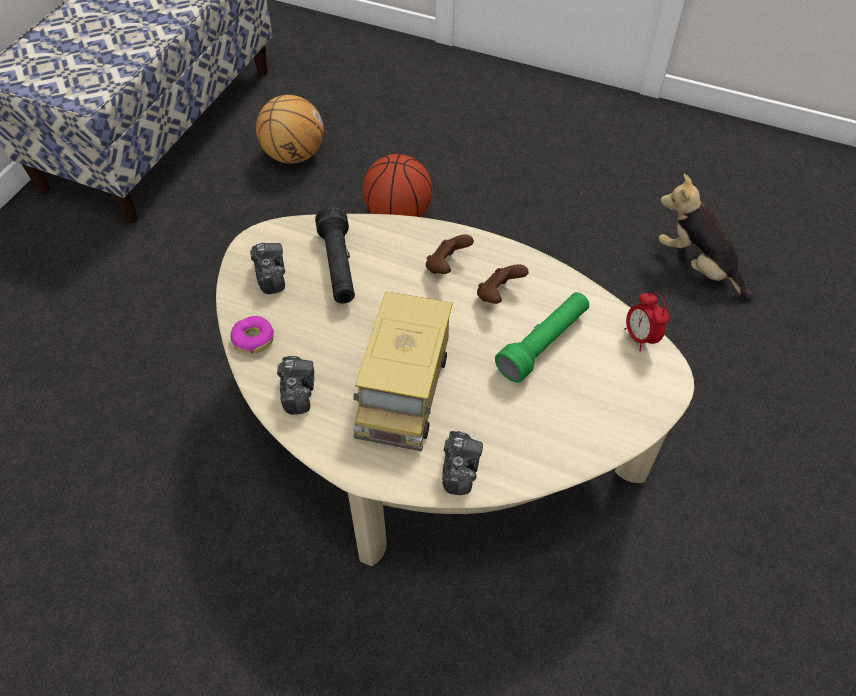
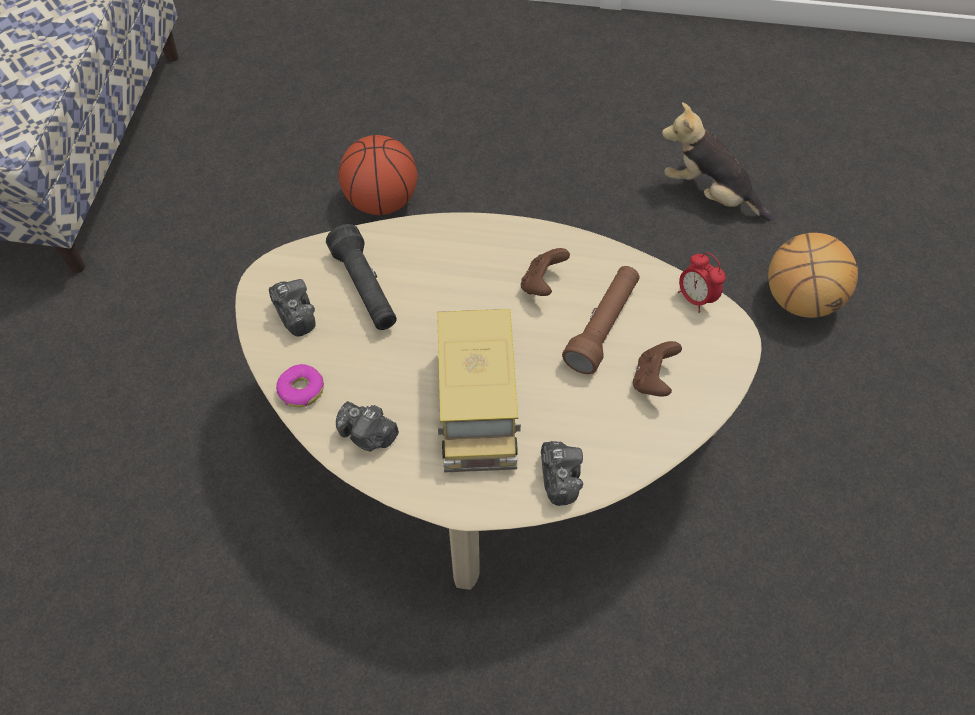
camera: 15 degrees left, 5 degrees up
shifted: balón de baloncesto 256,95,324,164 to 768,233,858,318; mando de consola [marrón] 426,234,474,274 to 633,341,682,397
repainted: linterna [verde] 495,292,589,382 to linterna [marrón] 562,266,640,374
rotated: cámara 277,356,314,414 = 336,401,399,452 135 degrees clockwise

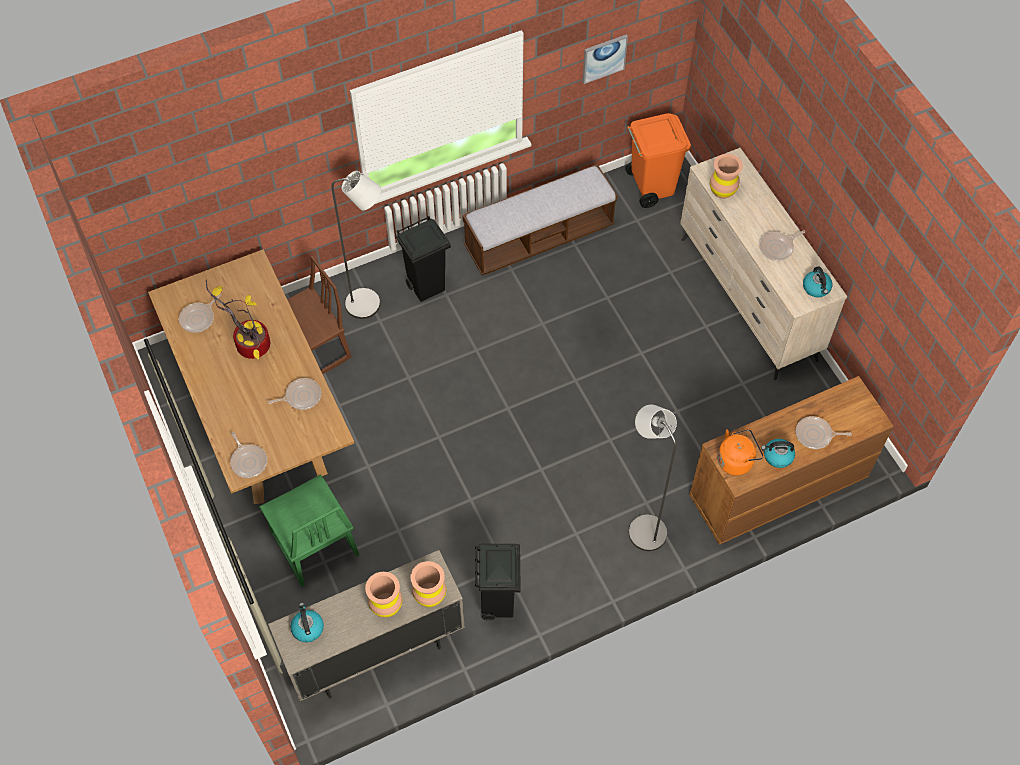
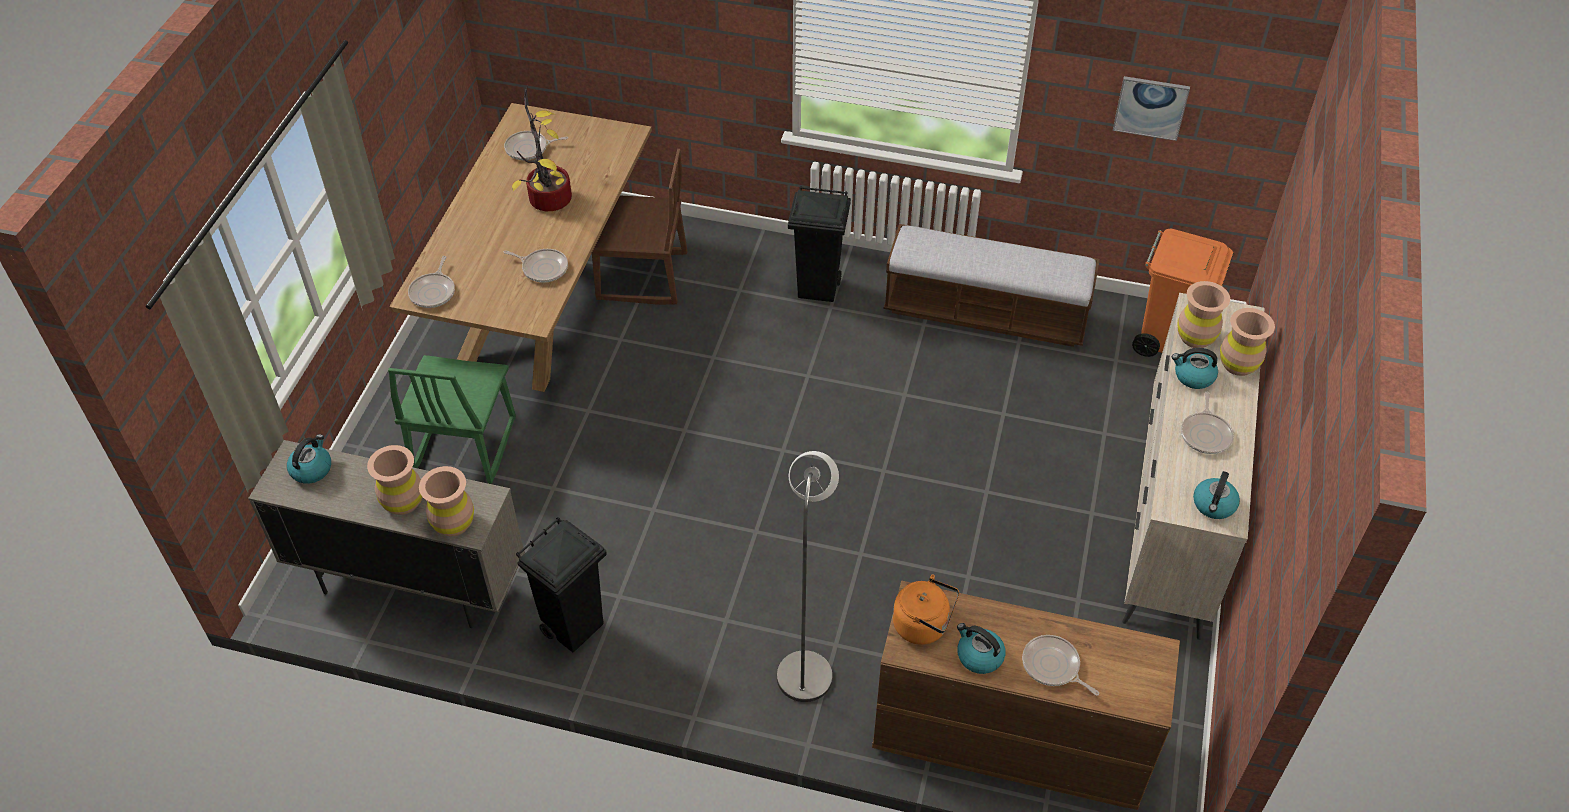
camera: 40 degrees right, 10 degrees down
gone: lámpara de pie [gris] 331,171,381,319
new: hervidor 1172,348,1218,389; florero [marrón] 1220,308,1275,376
rotated: sartén 759,230,805,261 = 1181,392,1234,454 90 degrees counterclockwise

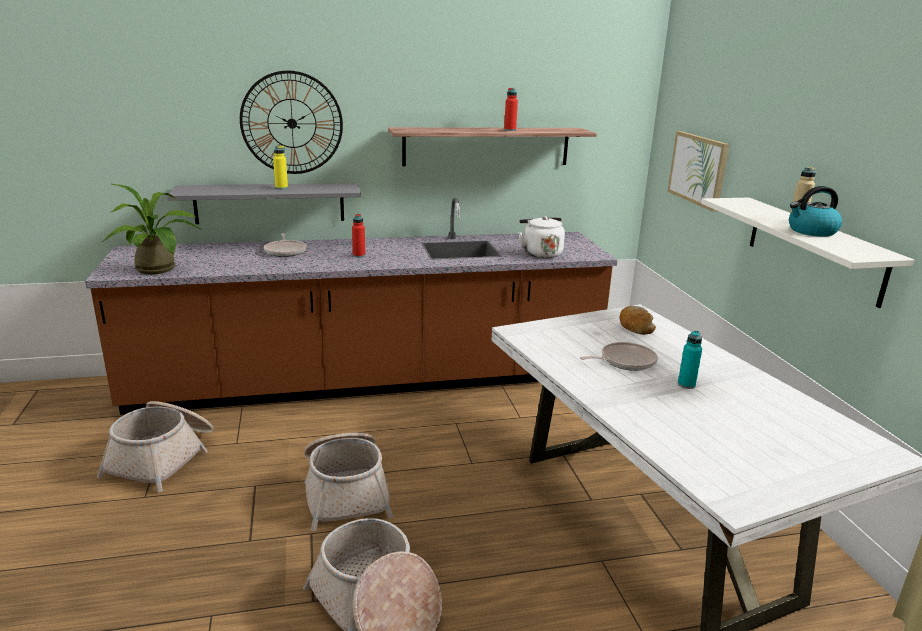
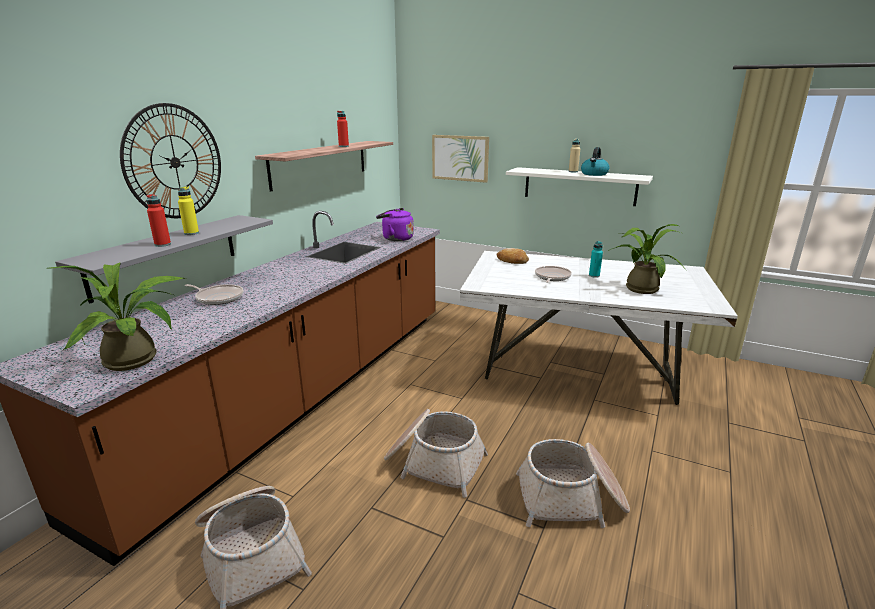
camera: 50 degrees left, 0 degrees up
new: planta en maceta 608,224,687,294
shifted: botella [rojo] 352,214,365,258 to 146,194,171,247
repainted: hervidor [blanco] 518,216,565,258 to hervidor [morado] 376,208,414,241

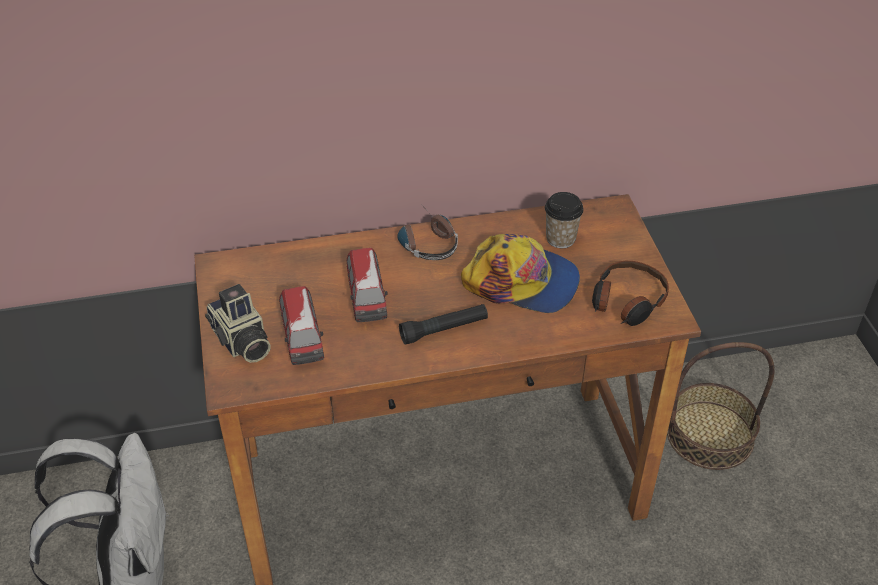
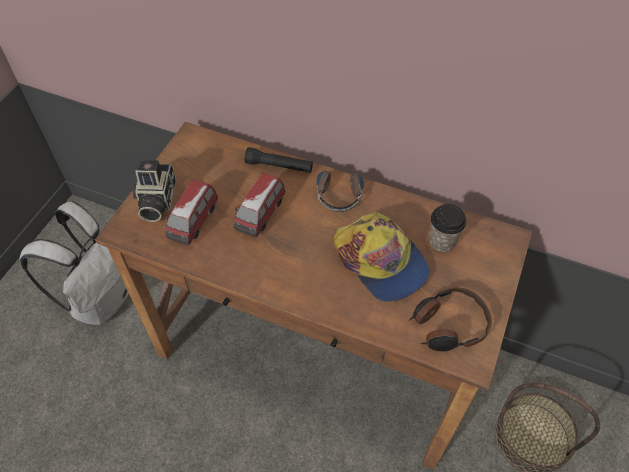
camera: 35 degrees right, 10 degrees up
shifted: linterna [negro] 399,304,488,345 to 245,147,313,173

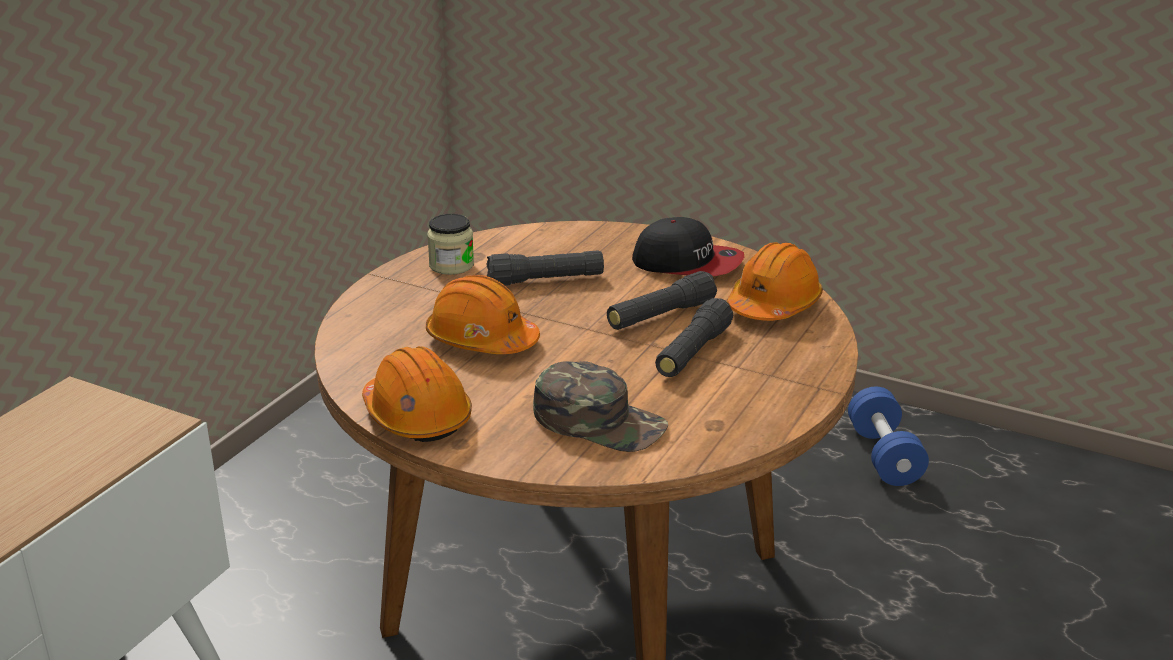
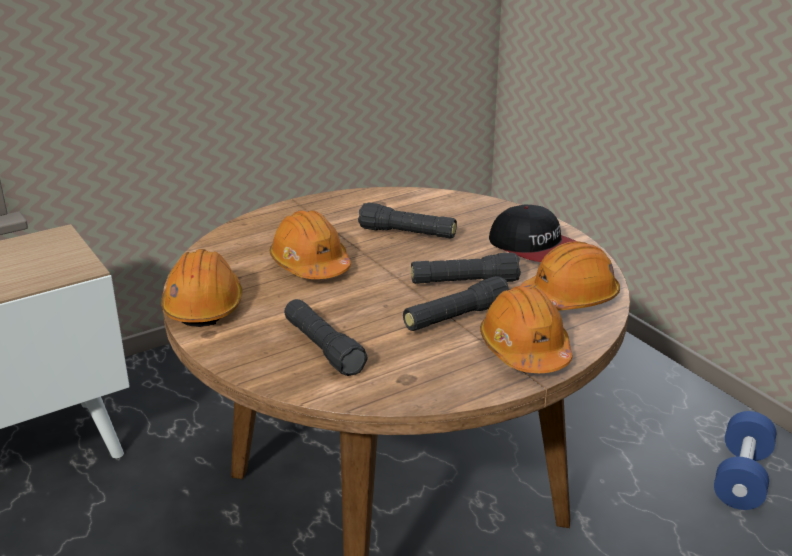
camera: 30 degrees right, 0 degrees up
gone: tarro 427,214,474,275
new: casco [naranja] 480,286,573,373
swapped: gorra [verde] 533,361,668,452 to linterna [negro] 284,299,368,376

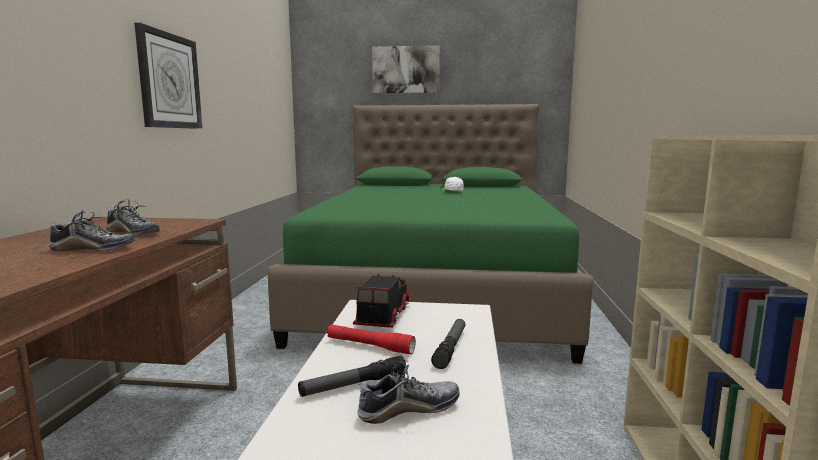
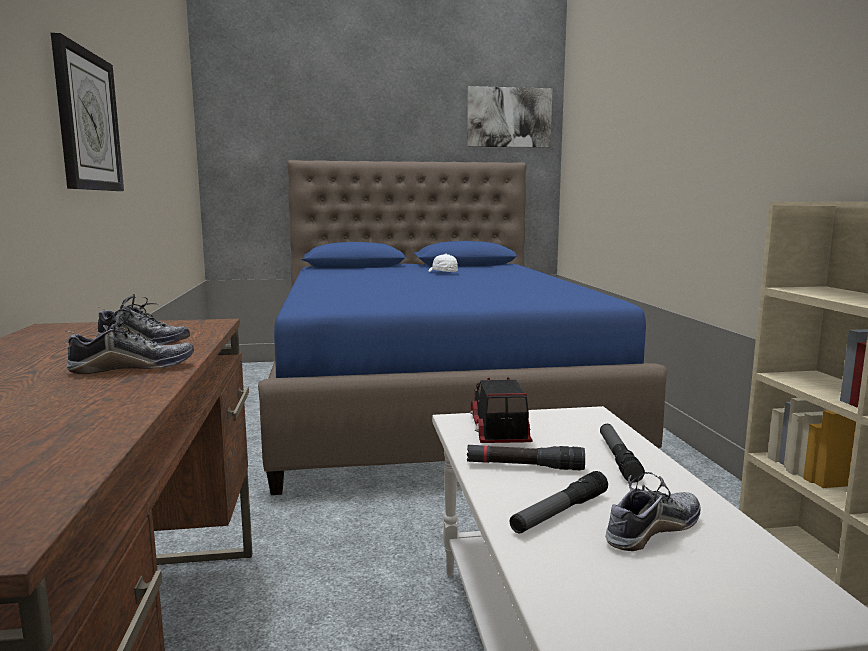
camera: 15 degrees left, 0 degrees up
shifted: cuadro 372,45,440,93 to 467,86,553,148
repainted: cama [verde] 267,104,594,364 to cama [azul] 258,160,667,495; linterna [rojo] 327,325,416,354 to linterna [negro] 467,445,585,471

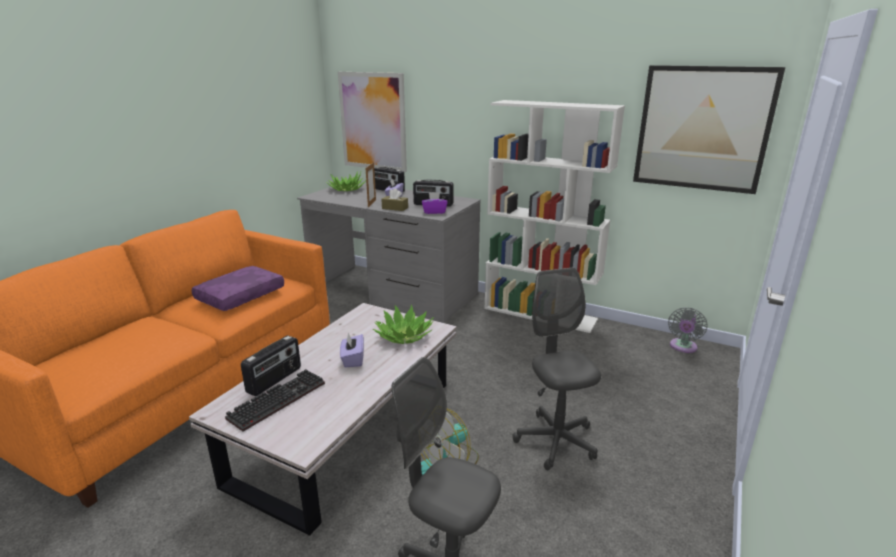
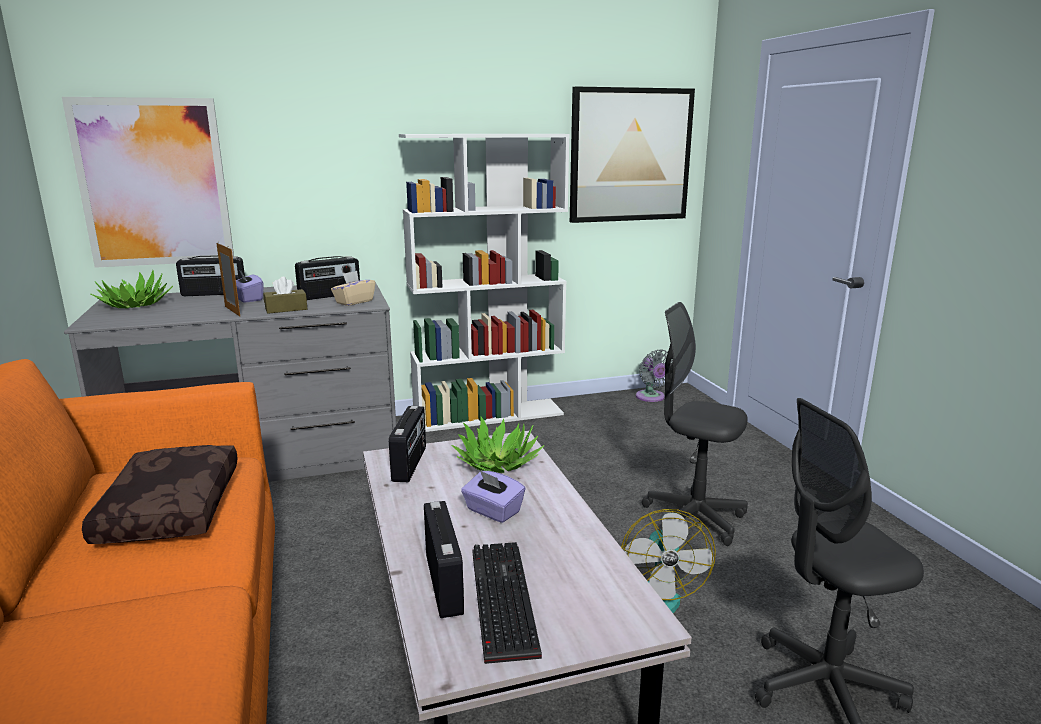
camera: 45 degrees left, 5 degrees down
new: radio 389,406,426,482
repainted: cojín [morado] 192,266,284,311 to cojín [marrón] 82,445,238,544; caja de pañuelos [morado] 422,192,448,214 to caja de pañuelos [beis] 331,271,375,306

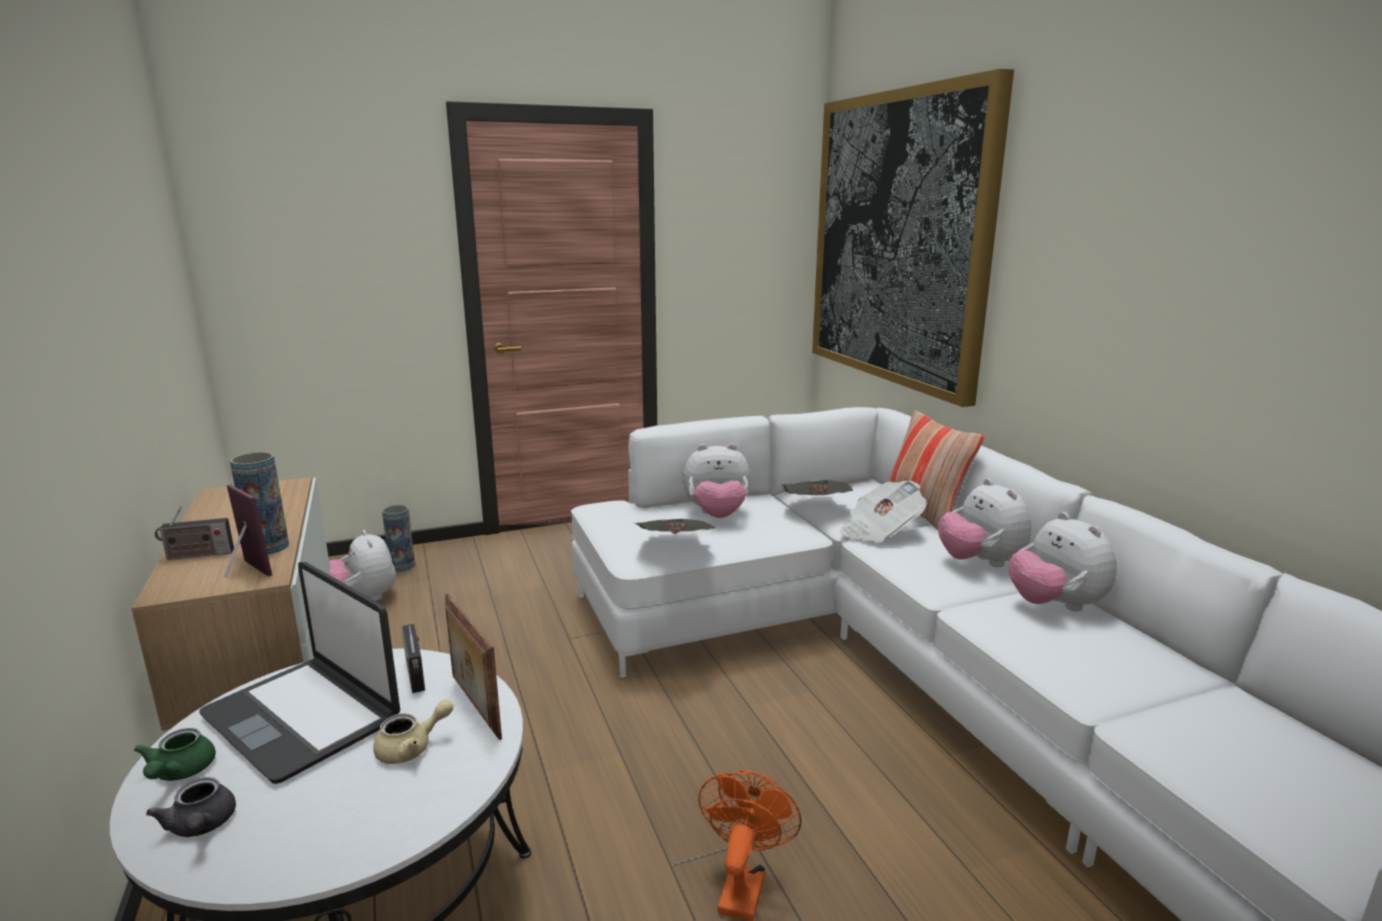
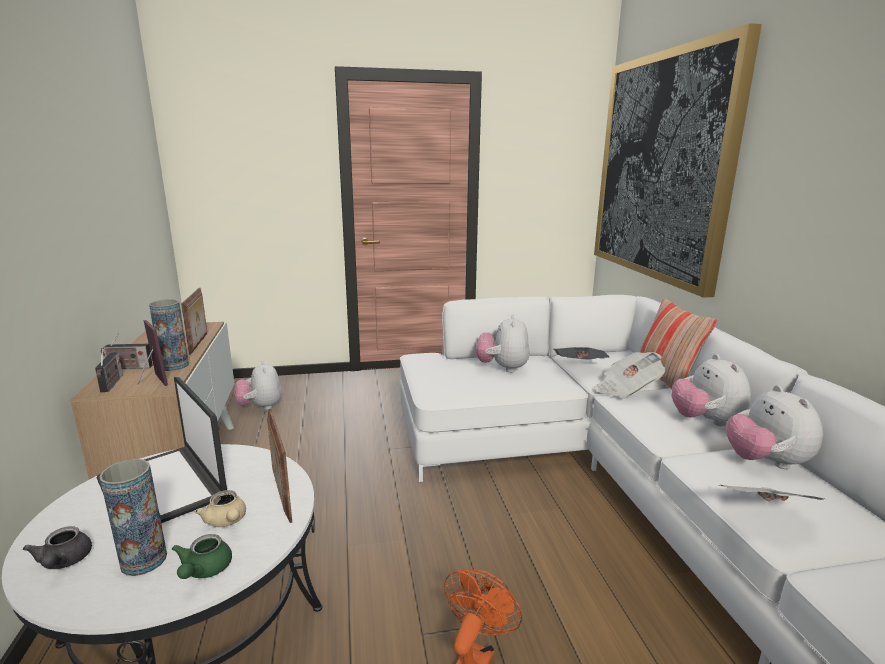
camera: 10 degrees right, 0 degrees up
new: portarretratos 181,288,207,355
shifted: tetera [verde] 134,728,216,781 to 172,534,232,579; florero 382,505,415,572 to 99,459,167,576; radio 402,624,425,693 to 95,349,123,392; periódico 635,519,716,534 to 720,485,824,501
rotated: tetera [beis] 373,699,453,764 = 195,490,246,527 75 degrees clockwise; peluche 683,443,750,518 = 476,314,529,373 90 degrees clockwise

